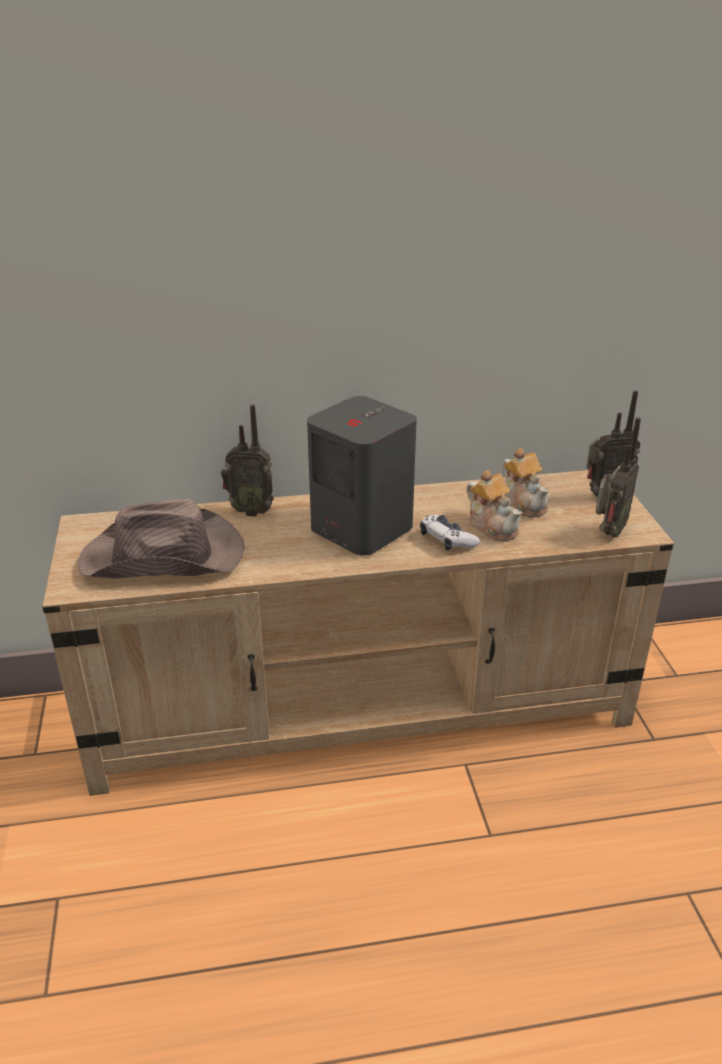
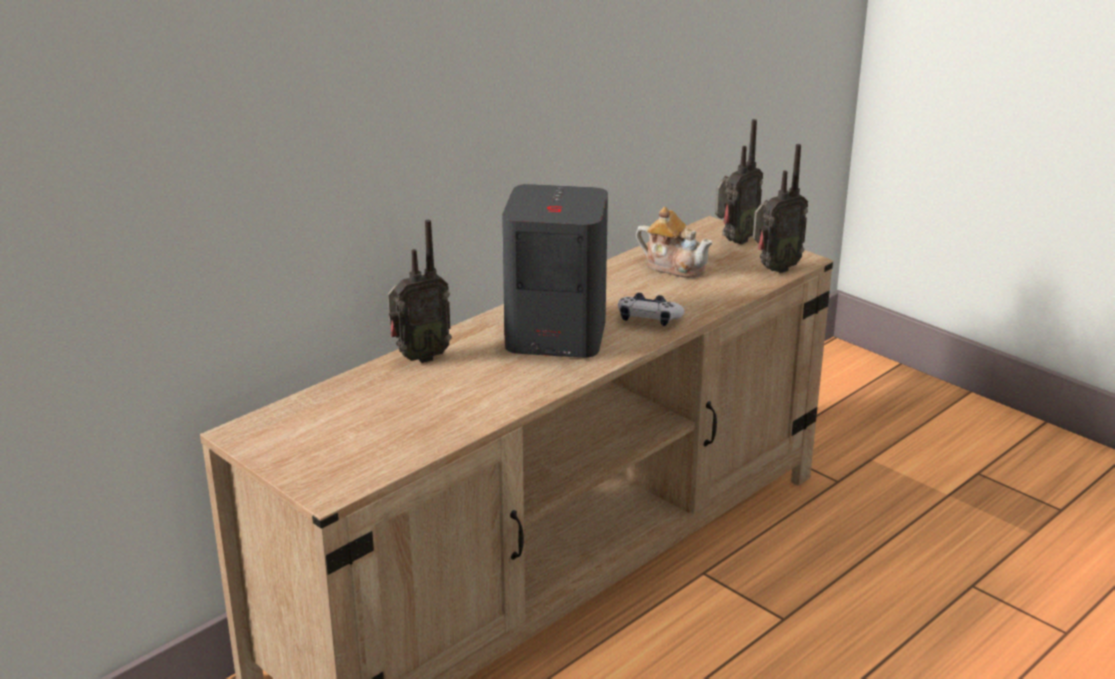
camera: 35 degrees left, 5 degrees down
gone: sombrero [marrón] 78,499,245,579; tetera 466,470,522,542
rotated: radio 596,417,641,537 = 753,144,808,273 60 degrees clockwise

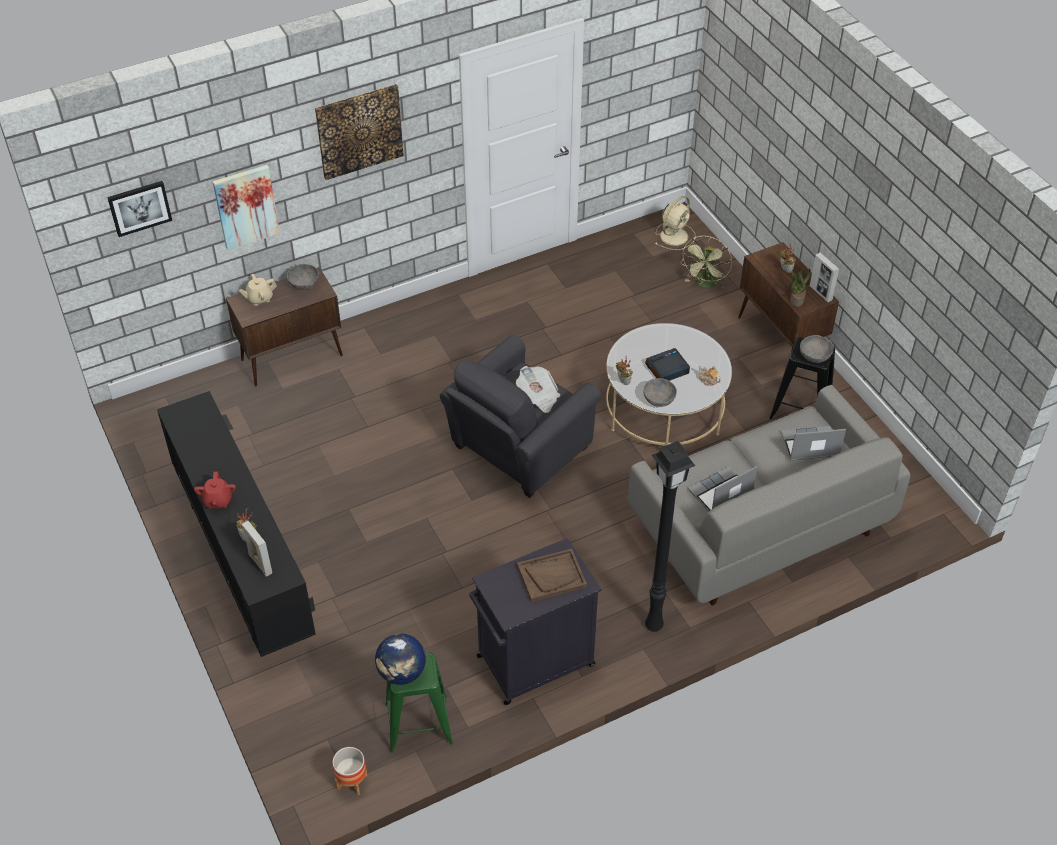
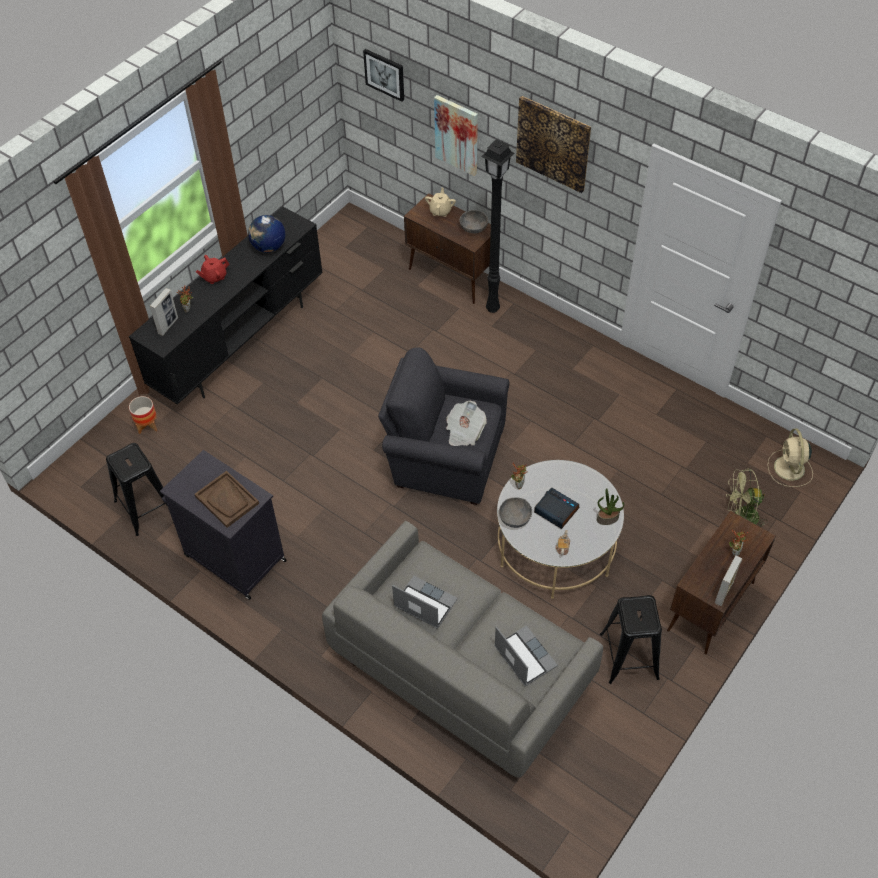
camera: 65 degrees right, 5 degrees up
gone: cuenco [gris] 800,335,834,363
shifted: maceta 332,747,367,795 to 129,396,157,434; globo terráqueo 375,634,426,685 to 248,215,285,253; lámpara de pie [negro] 645,441,695,632 to 481,139,514,313; planta en maceta 790,268,811,307 to 597,488,624,525
repainted: taburete [verde] 385,653,453,753 to taburete [negro] 106,443,167,536
rotated: tetera [beis] 239,274,277,306 = 425,188,456,217 60 degrees clockwise; ventilador [beis] 655,196,695,250 = 768,429,813,487 75 degrees clockwise

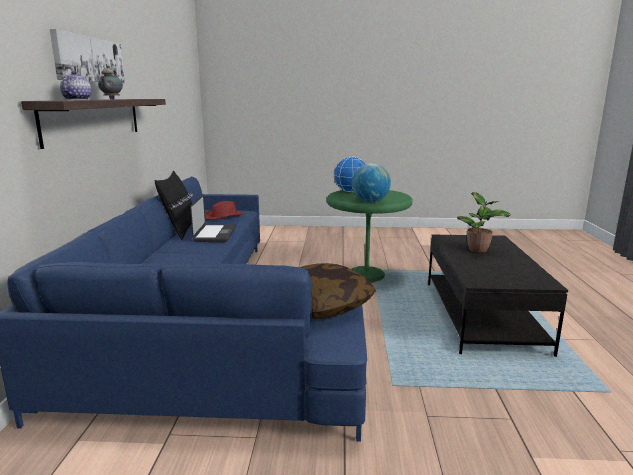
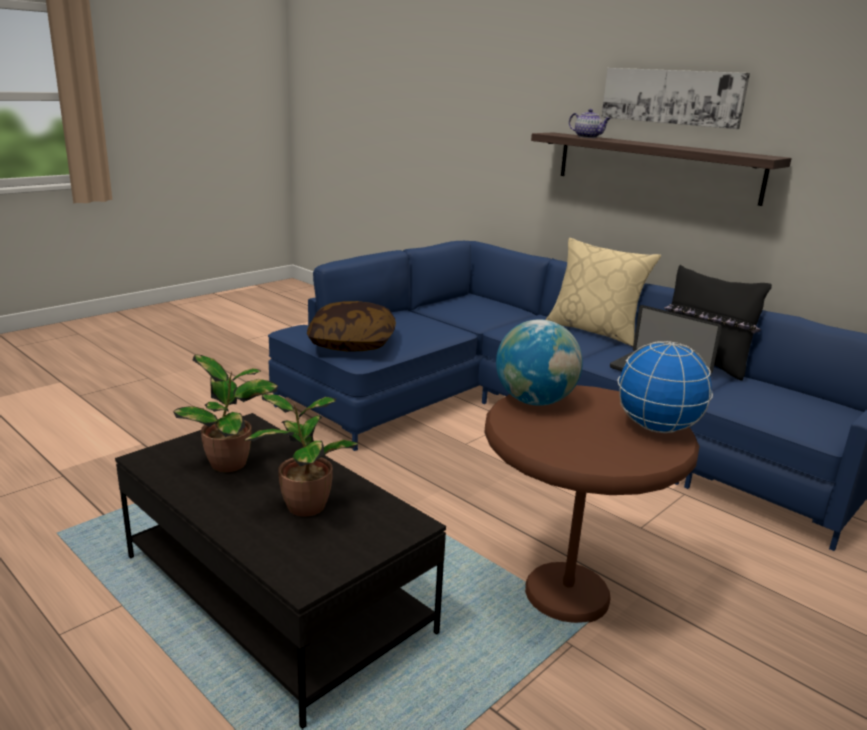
camera: 130 degrees right, 5 degrees up
gone: tetera 98,66,123,99; sombrero [rojo] 205,201,244,220
new: planta en maceta 173,355,278,472; cojín [beis] 545,238,661,347
repainted: mesa auxiliar [verde] 326,190,412,283 to mesa auxiliar [marrón] 484,385,700,623

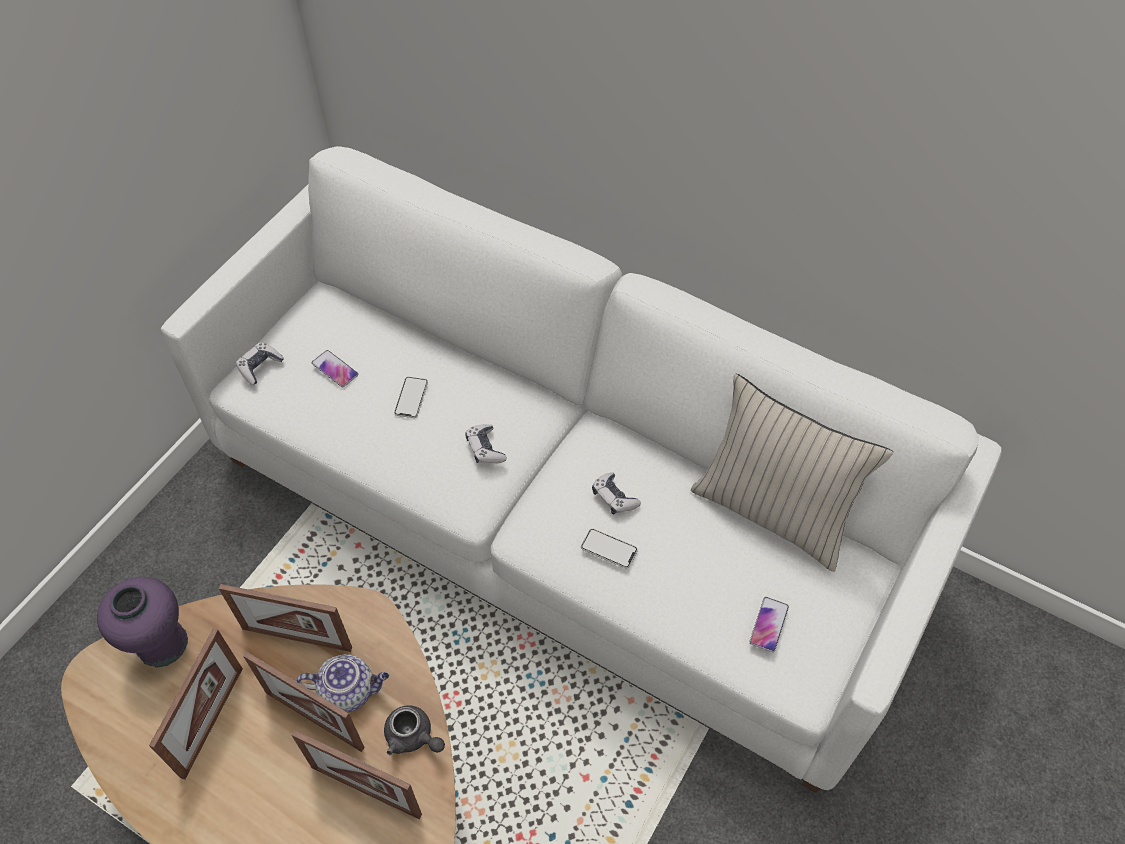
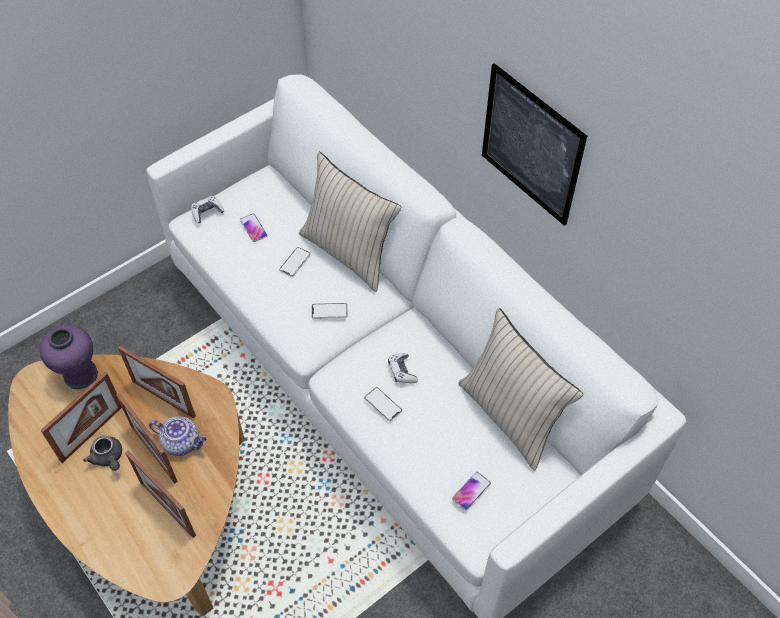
camera: 20 degrees right, 0 degrees up
new: cojín [beis] 299,152,402,292; cuadro 482,63,587,226
shifted: tetera [gris] 384,705,445,755 to 83,436,122,471
swapped: mando de consola 465,424,507,463 to móvil 311,303,348,319

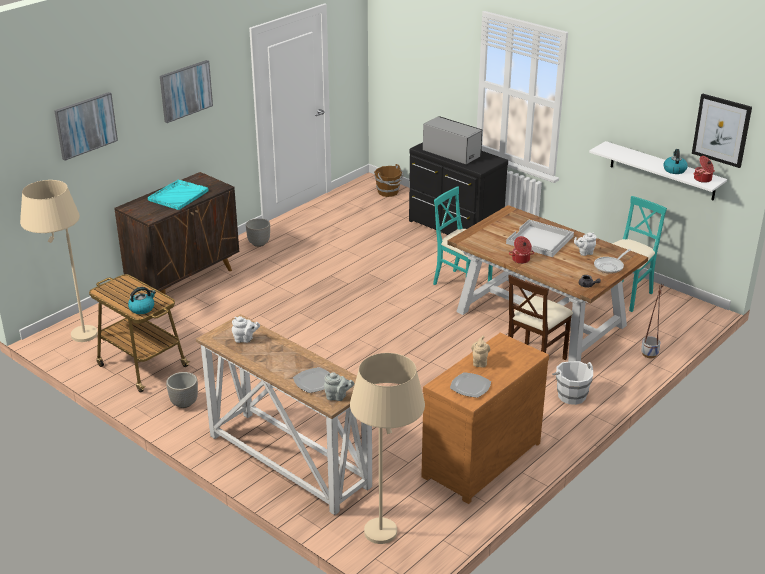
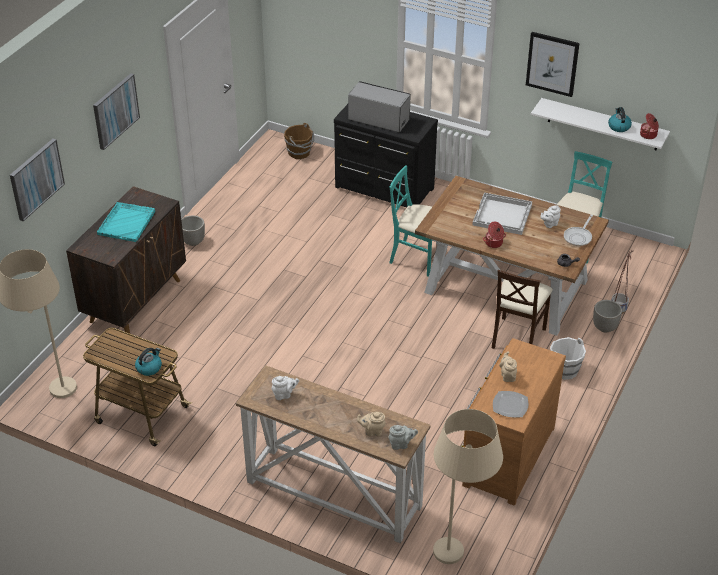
camera: 15 degrees left, 10 degrees up
shifted: maceta 166,372,198,408 to 593,300,622,332; cuadro 692,94,752,168 to 526,32,580,97
swapped: plato 293,367,330,393 to tetera [beis] 357,412,386,436

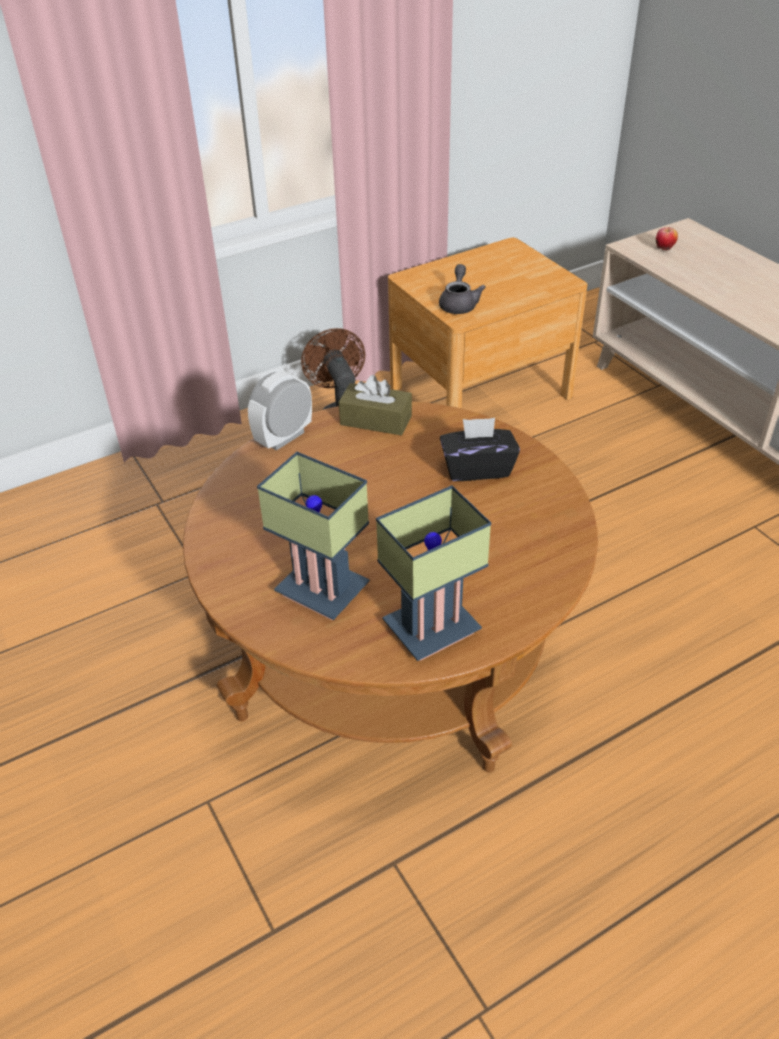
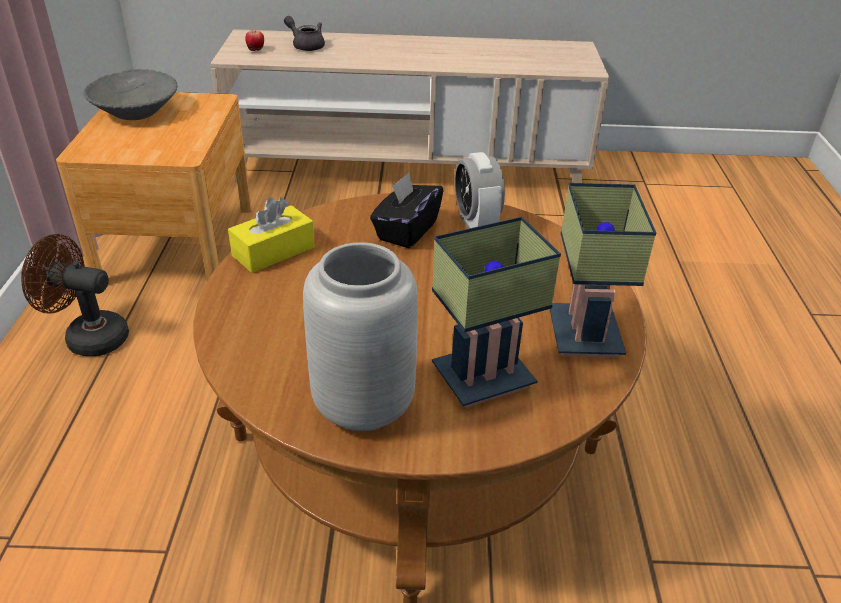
camera: 60 degrees left, 5 degrees down
new: cuenco [gris] 83,69,177,120; florero [gris] 303,242,418,431
shifted: despertador 248,371,312,451 to 454,152,505,229; tetera [gris] 439,264,486,314 to 284,16,325,51
repainted: caja de pañuelos [marrón] 339,375,412,435 to caja de pañuelos [amarillo] 228,197,315,273

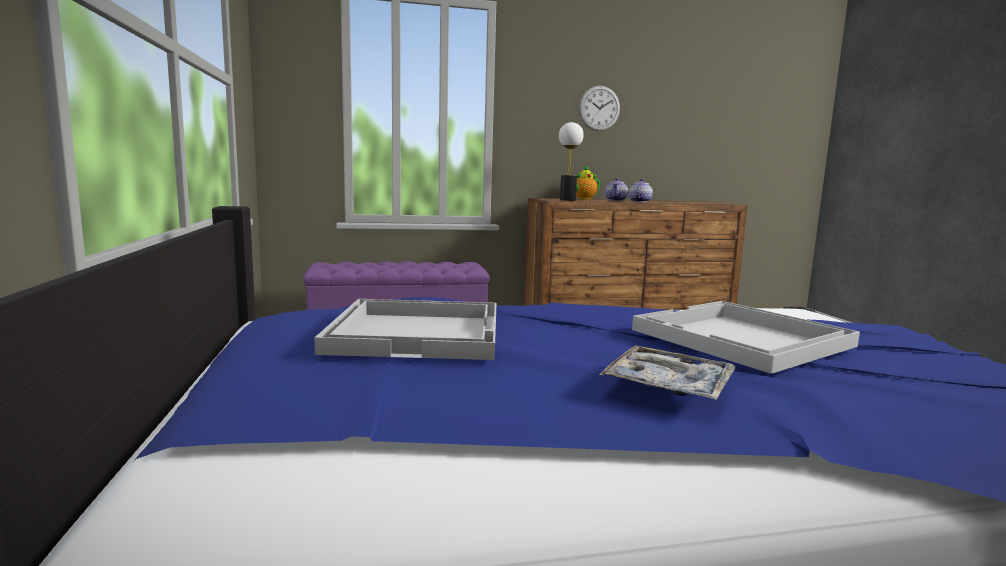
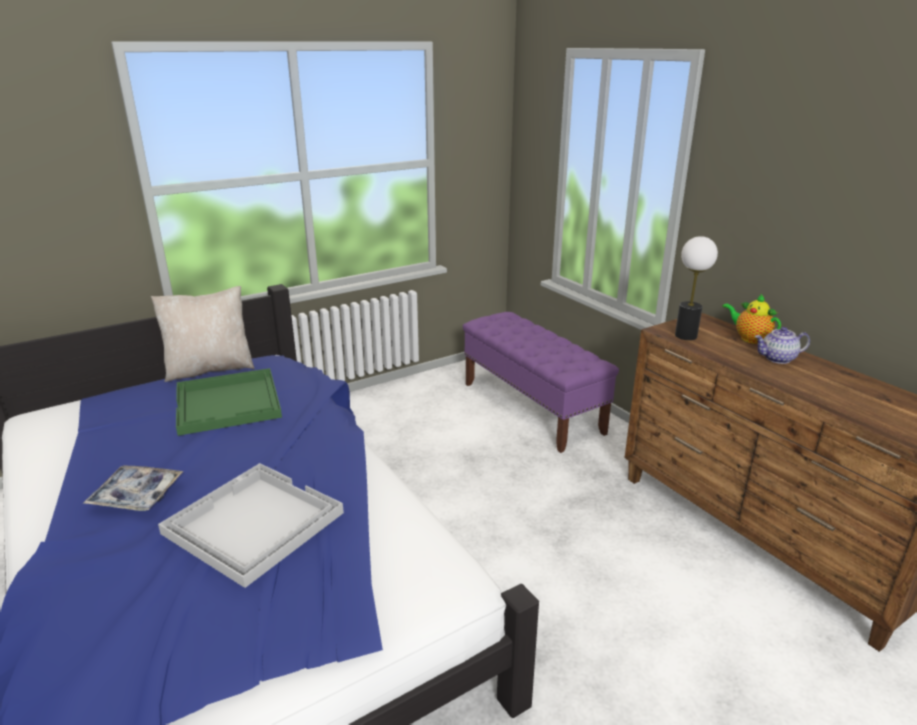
camera: 70 degrees right, 15 degrees up
gone: reloj de pared 579,86,620,131; tetera 629,179,653,202
new: cojín [beis] 151,286,255,382
repainted: bandeja [blanco] 314,299,496,360 to bandeja [verde] 176,368,282,436

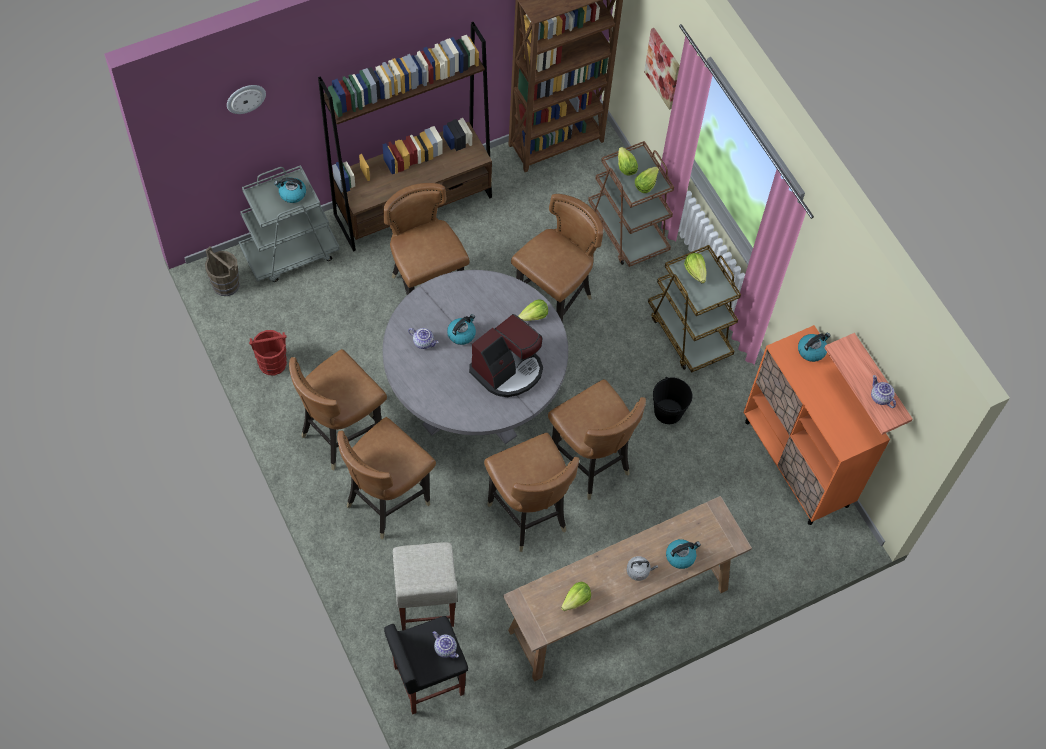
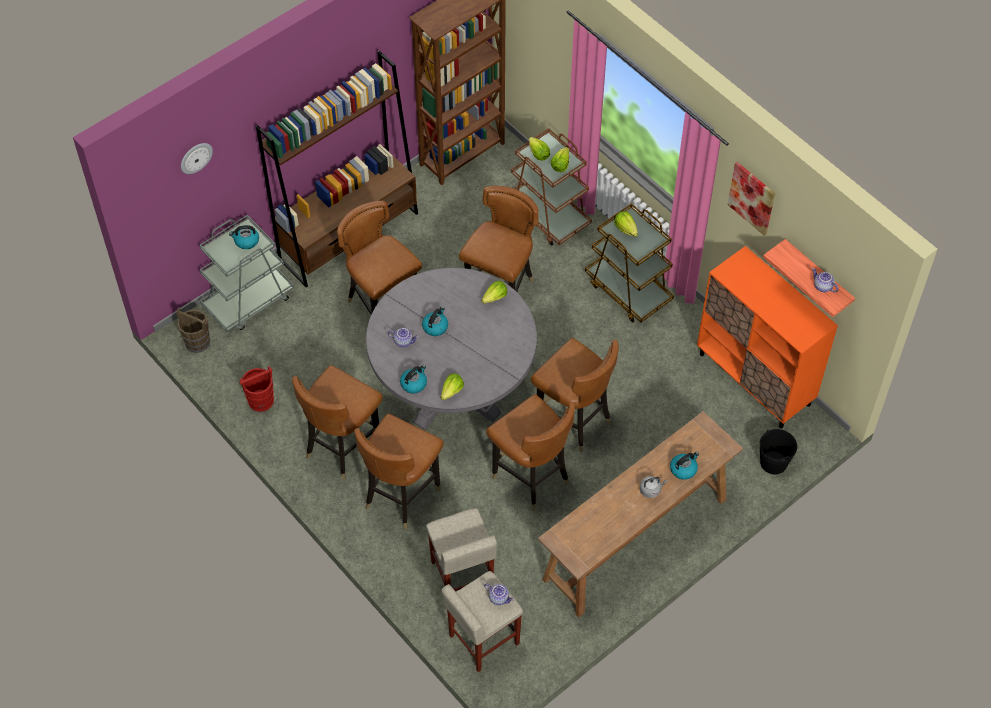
camera: 10 degrees left, 5 degrees down
gone: cafetera 469,314,543,397
shifted: lechuga 561,582,591,611 to 440,373,464,400; cuadro 644,28,680,110 to 728,162,775,236; cubo [negro] 653,377,692,424 to 759,429,797,474; hervidor 798,333,830,362 to 400,365,427,394
repainted: taburete [negro] 384,616,468,714 to taburete [beis] 442,571,523,672

